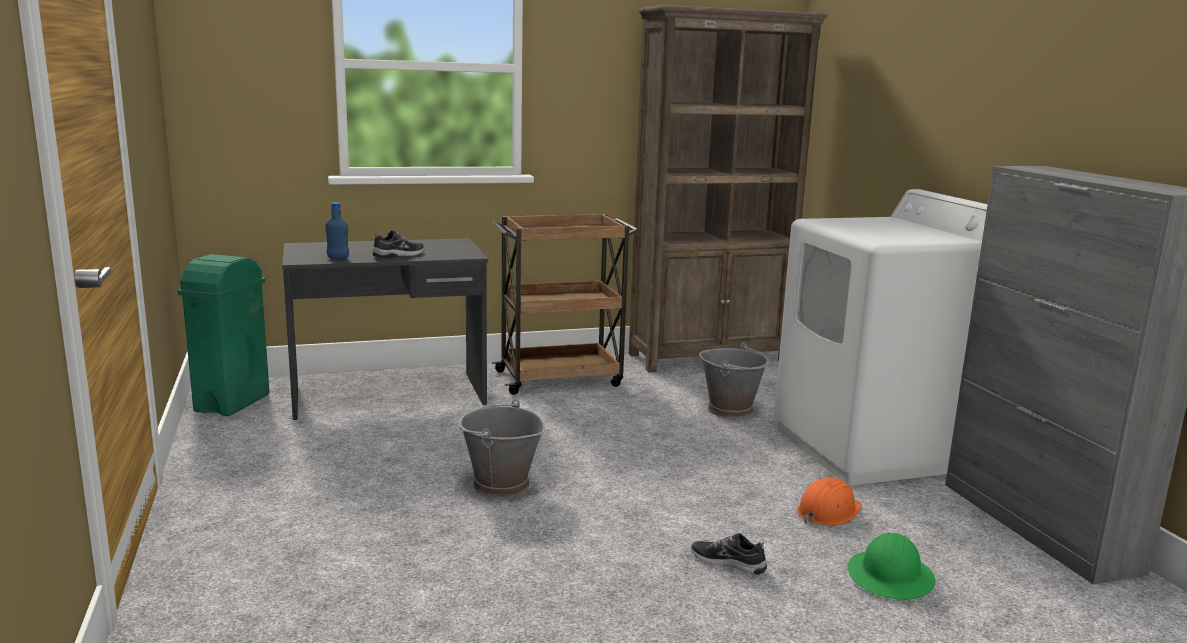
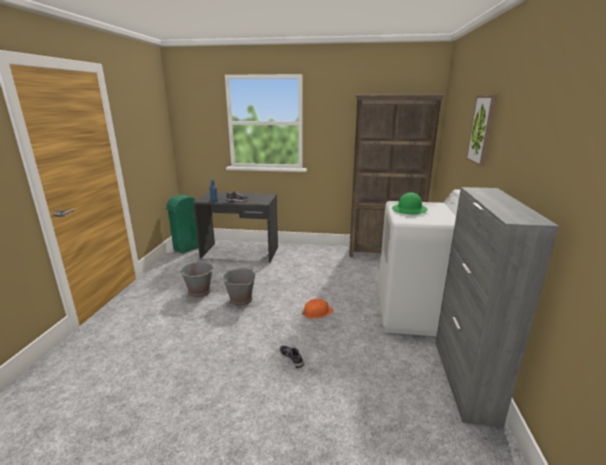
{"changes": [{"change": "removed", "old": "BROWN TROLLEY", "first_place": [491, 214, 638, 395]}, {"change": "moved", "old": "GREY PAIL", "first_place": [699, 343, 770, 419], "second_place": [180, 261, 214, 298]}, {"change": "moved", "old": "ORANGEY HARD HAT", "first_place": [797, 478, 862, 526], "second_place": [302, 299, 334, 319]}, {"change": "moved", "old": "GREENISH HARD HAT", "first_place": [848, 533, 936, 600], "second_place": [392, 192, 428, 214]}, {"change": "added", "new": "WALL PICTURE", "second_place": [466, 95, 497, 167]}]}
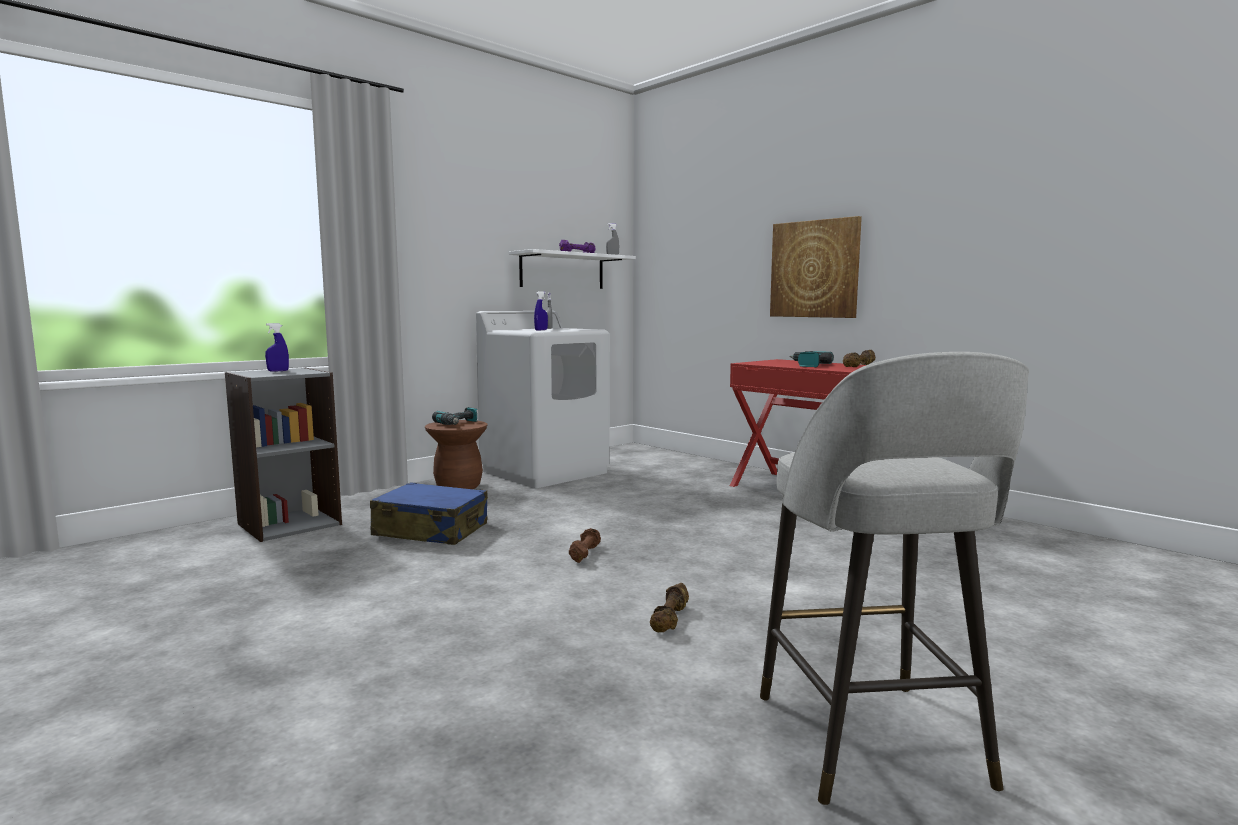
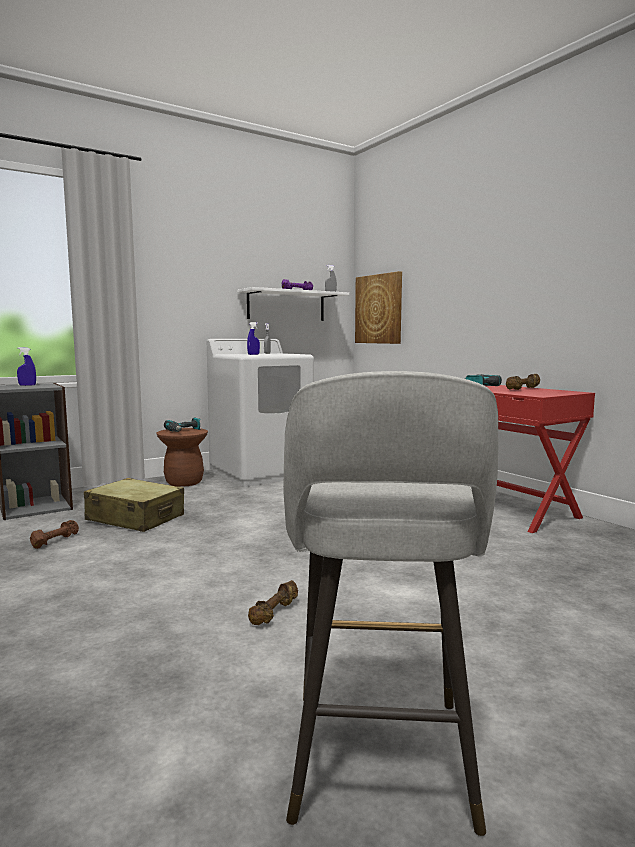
{"changes": [{"change": "recoloured", "old": "BLUISH PIECE OF LUGGAGE", "new": "BEIGE-COLOURED PIECE OF LUGGAGE", "first_place": [370, 482, 488, 545], "second_place": [84, 478, 184, 532]}, {"change": "moved", "old": "BROWN DUMBBELL", "first_place": [569, 528, 601, 563], "second_place": [30, 520, 79, 549]}, {"change": "moved", "old": "WALL PICTURE", "first_place": [770, 216, 862, 318], "second_place": [355, 271, 402, 344]}]}
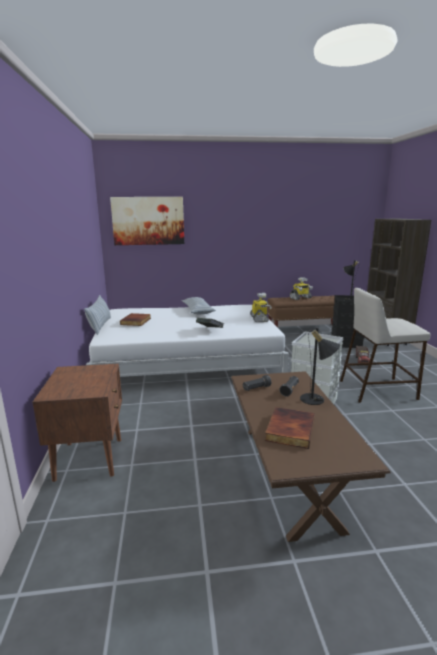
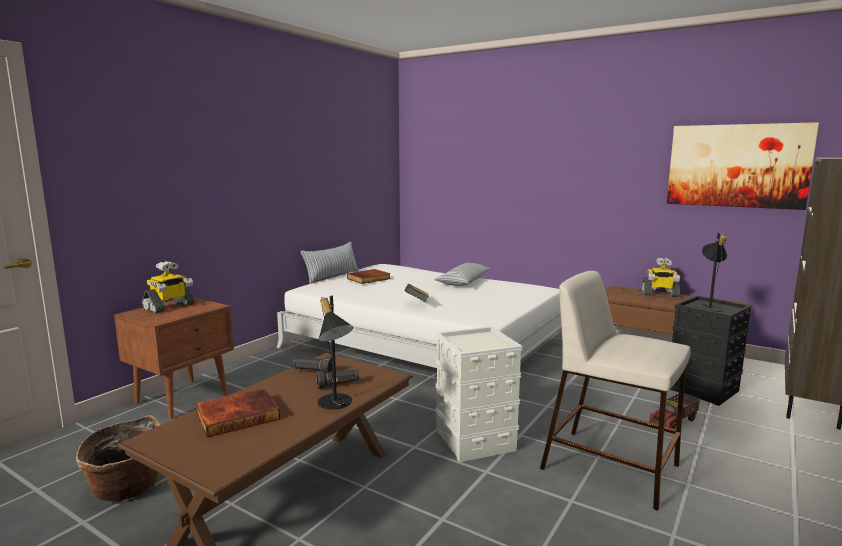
{"changes": [{"change": "moved", "old": "WALL PICTURE", "first_place": [110, 197, 184, 245], "second_place": [667, 122, 819, 210]}, {"change": "moved", "old": "ROBOT FIGURE", "first_place": [250, 293, 272, 322], "second_place": [142, 261, 195, 313]}, {"change": "added", "new": "HOUSEHOLD BASKET", "second_place": [76, 415, 160, 502]}]}
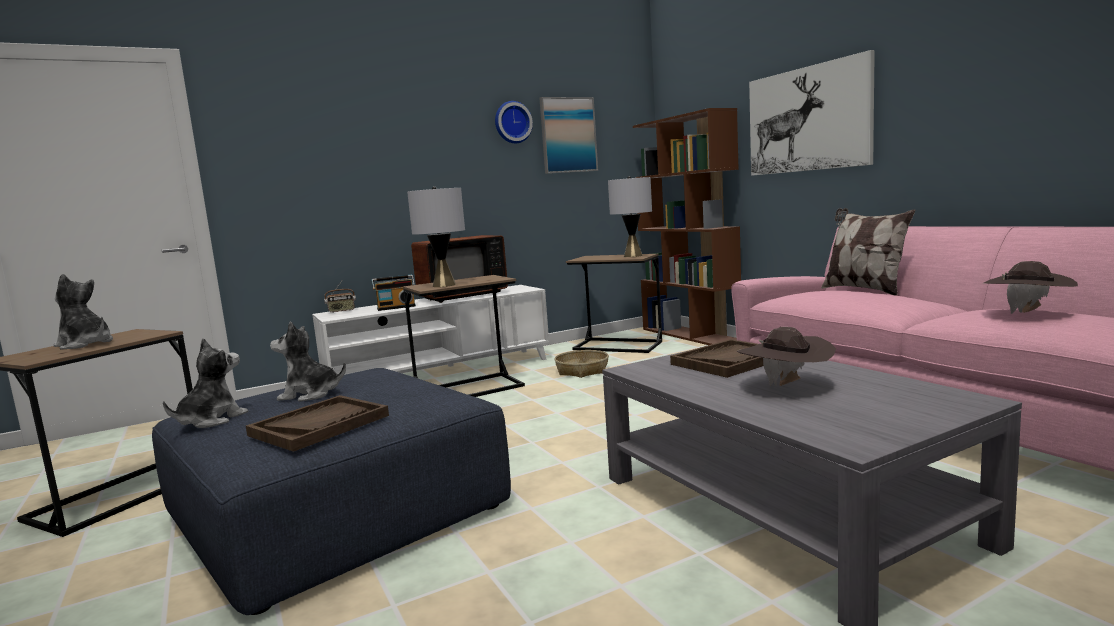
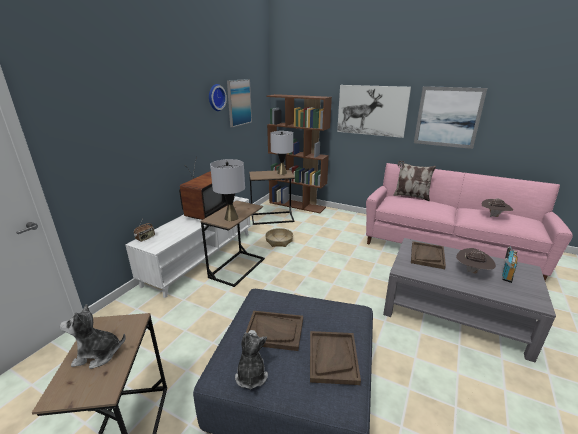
{"changes": [{"change": "replaced", "old": "PLUSH TOY", "new": "BROWN SERVING TRAY", "first_place": [270, 321, 346, 402], "second_place": [246, 311, 303, 351]}, {"change": "moved", "old": "RADIO", "first_place": [372, 275, 416, 311], "second_place": [502, 247, 518, 283]}, {"change": "added", "new": "WALL PICTURE", "second_place": [414, 86, 487, 149]}]}
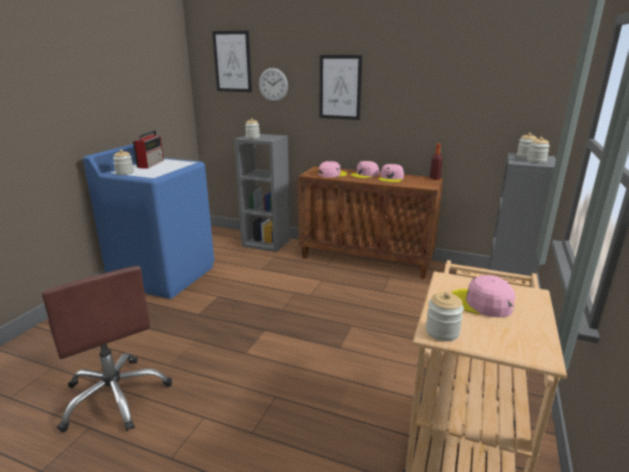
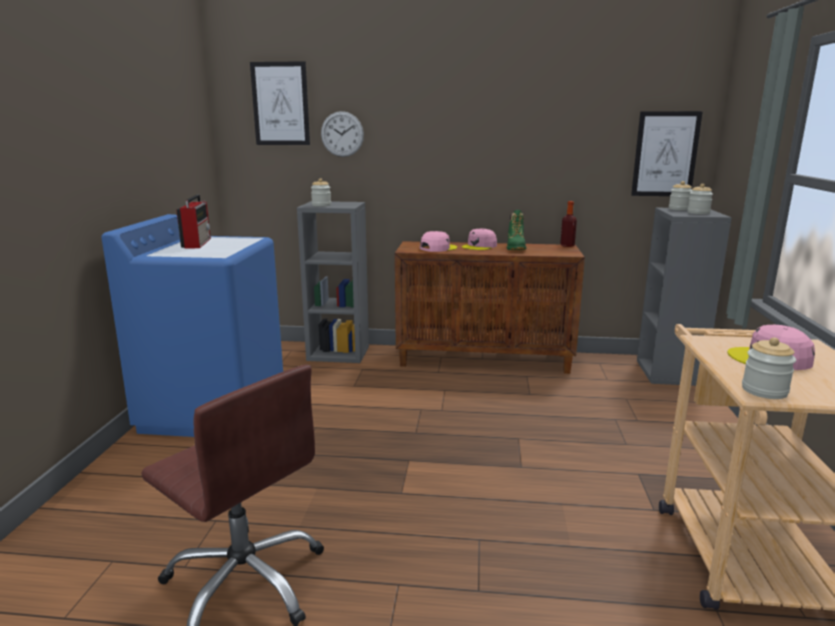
{"changes": [{"change": "removed", "old": "STORAGE JAR", "first_place": [113, 150, 134, 175]}, {"change": "moved", "old": "WALL PICTURE", "first_place": [320, 55, 362, 120], "second_place": [631, 111, 703, 196]}, {"change": "replaced", "old": "PINK BASEBALL CAP", "new": "GREENISH HIGH-TOP BOOT", "first_place": [379, 164, 404, 182], "second_place": [507, 210, 526, 250]}]}
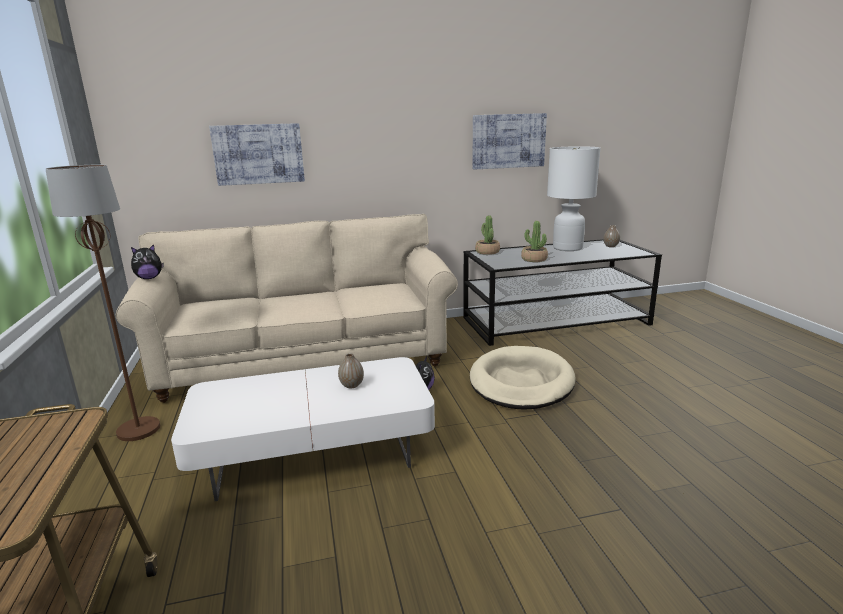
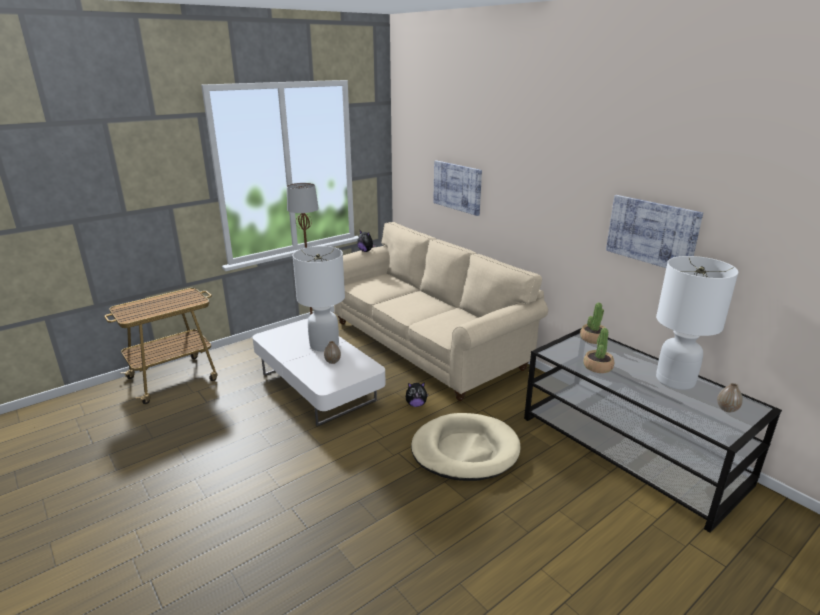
{"changes": [{"change": "added", "new": "WHITISH TABLE LAMP", "second_place": [293, 246, 345, 351]}]}
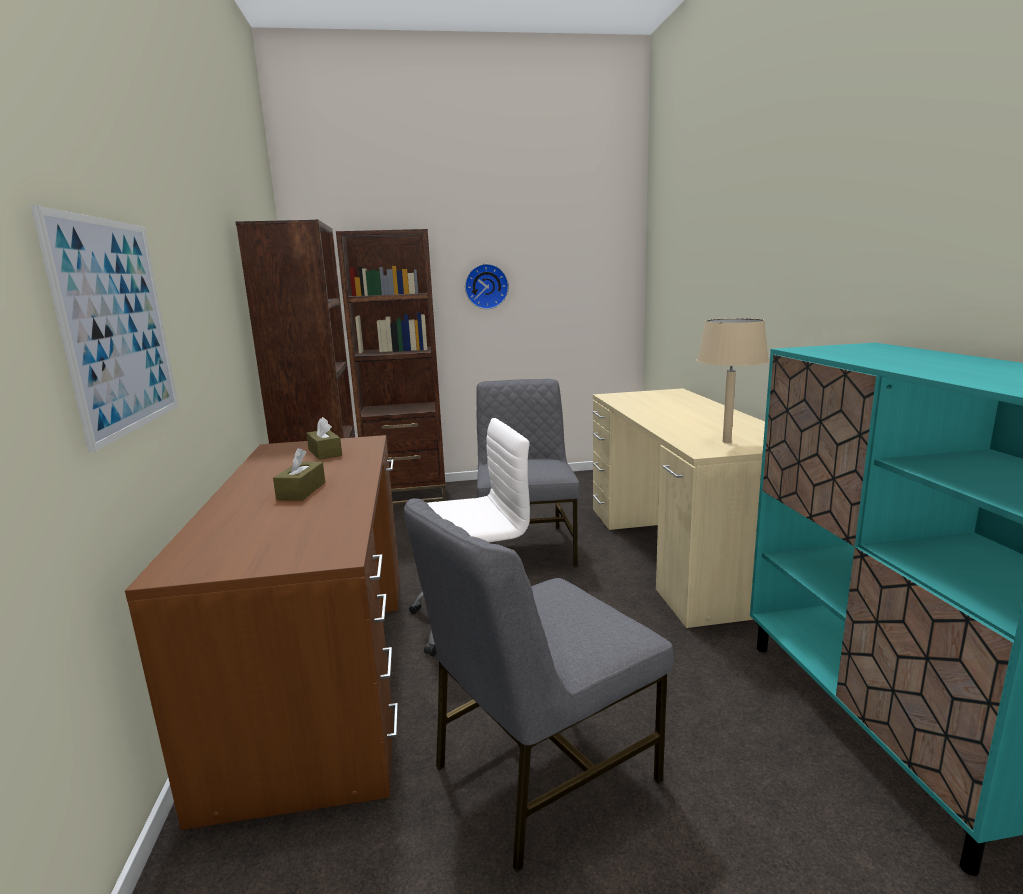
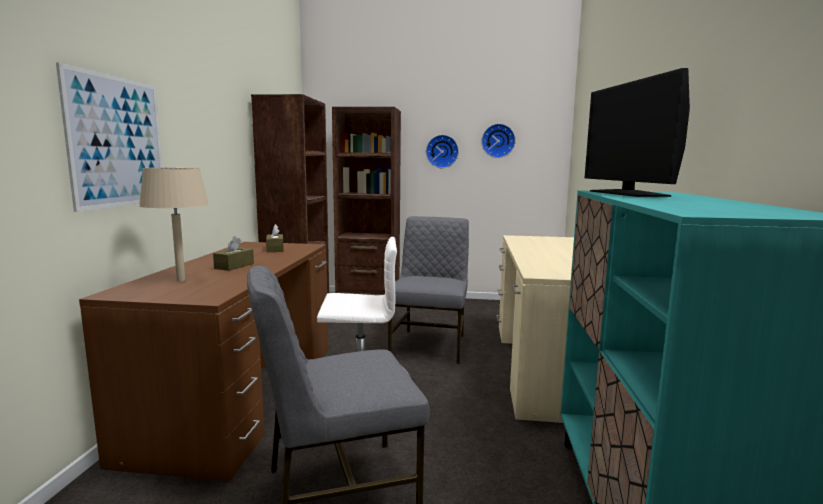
{"changes": [{"change": "moved", "old": "BEIGE-COLOURED TABLE LAMP", "first_place": [696, 318, 769, 443], "second_place": [139, 168, 209, 281]}, {"change": "added", "new": "HANGING CLOCK", "second_place": [481, 124, 516, 158]}, {"change": "added", "new": "COMPUTER SCREEN", "second_place": [585, 68, 690, 197]}]}
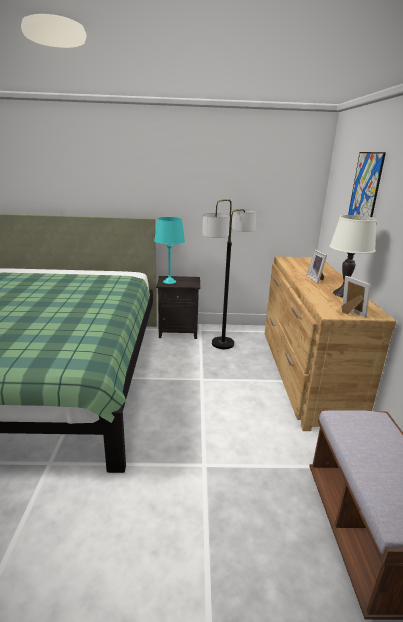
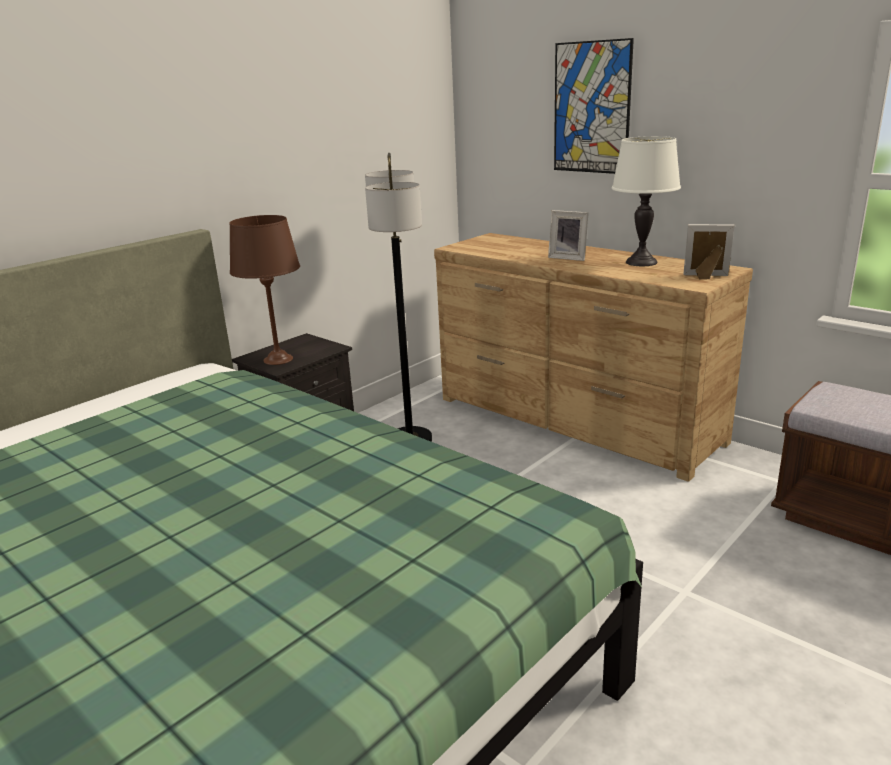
{"changes": [{"change": "recoloured", "old": "TURQUOISE-COLOURED TABLE LAMP", "new": "BROWN TABLE LAMP", "first_place": [154, 217, 185, 284], "second_place": [229, 215, 300, 365]}]}
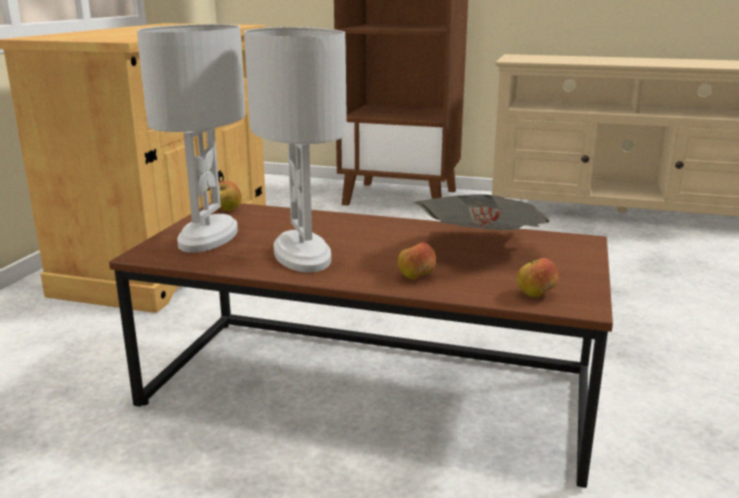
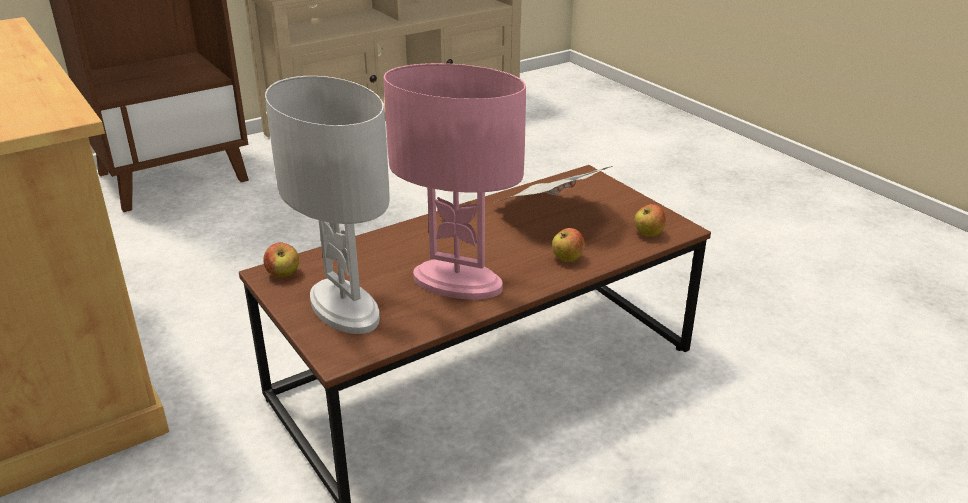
{"changes": [{"change": "recoloured", "old": "WHITISH TABLE LAMP", "new": "PINK TABLE LAMP", "first_place": [244, 27, 346, 272], "second_place": [384, 63, 526, 300]}]}
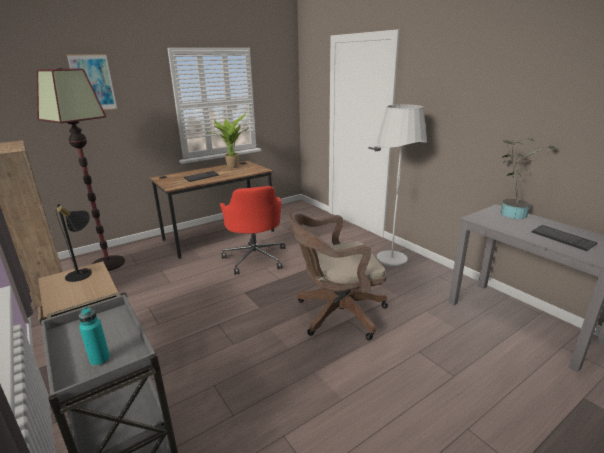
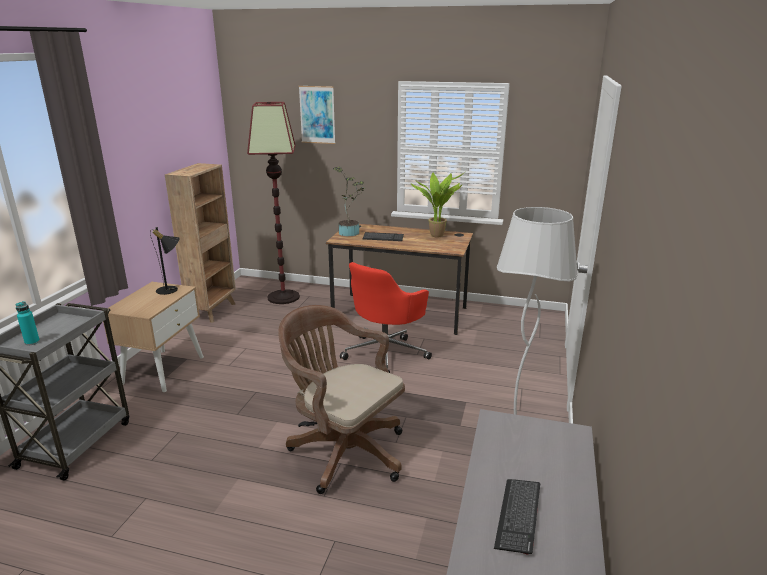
{"changes": [{"change": "moved", "old": "HOUSEPLANT", "first_place": [500, 138, 557, 219], "second_place": [333, 167, 364, 236]}]}
